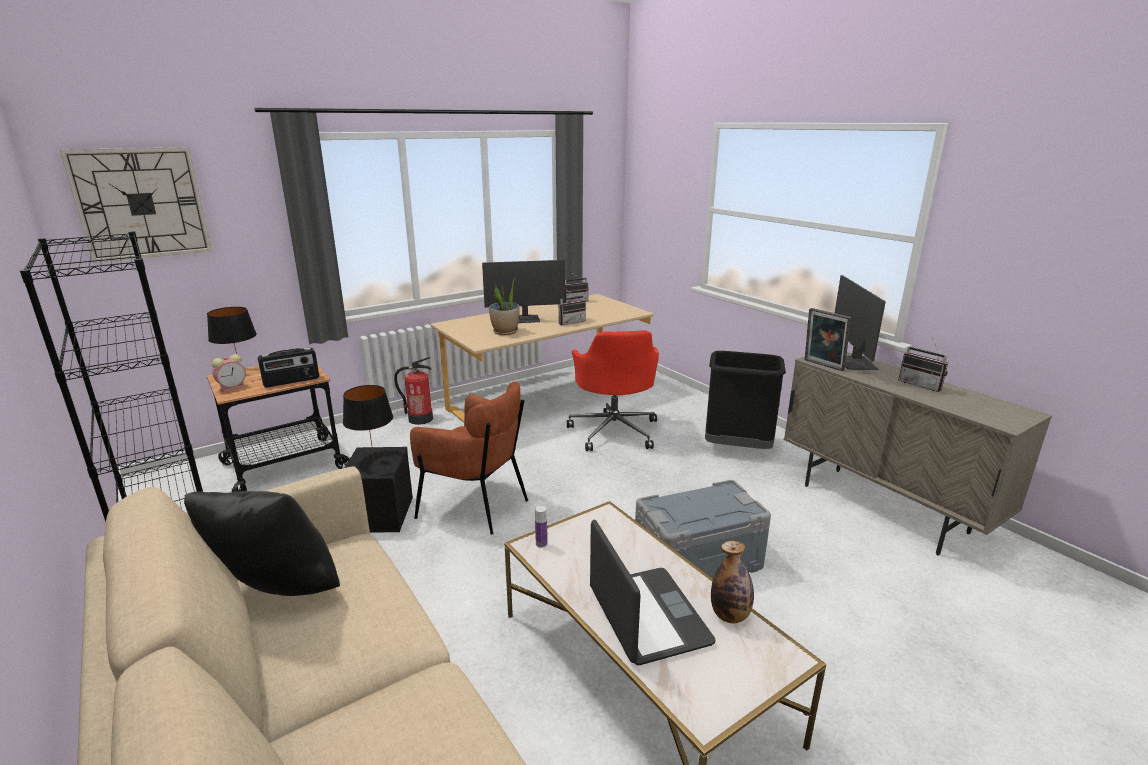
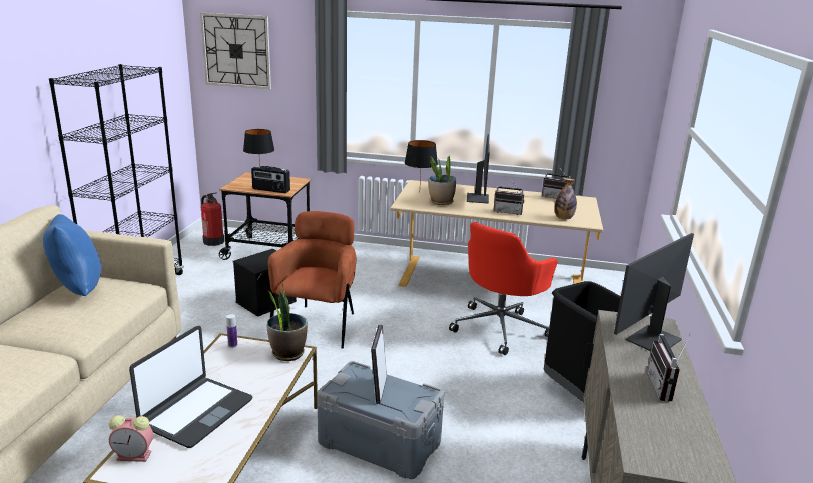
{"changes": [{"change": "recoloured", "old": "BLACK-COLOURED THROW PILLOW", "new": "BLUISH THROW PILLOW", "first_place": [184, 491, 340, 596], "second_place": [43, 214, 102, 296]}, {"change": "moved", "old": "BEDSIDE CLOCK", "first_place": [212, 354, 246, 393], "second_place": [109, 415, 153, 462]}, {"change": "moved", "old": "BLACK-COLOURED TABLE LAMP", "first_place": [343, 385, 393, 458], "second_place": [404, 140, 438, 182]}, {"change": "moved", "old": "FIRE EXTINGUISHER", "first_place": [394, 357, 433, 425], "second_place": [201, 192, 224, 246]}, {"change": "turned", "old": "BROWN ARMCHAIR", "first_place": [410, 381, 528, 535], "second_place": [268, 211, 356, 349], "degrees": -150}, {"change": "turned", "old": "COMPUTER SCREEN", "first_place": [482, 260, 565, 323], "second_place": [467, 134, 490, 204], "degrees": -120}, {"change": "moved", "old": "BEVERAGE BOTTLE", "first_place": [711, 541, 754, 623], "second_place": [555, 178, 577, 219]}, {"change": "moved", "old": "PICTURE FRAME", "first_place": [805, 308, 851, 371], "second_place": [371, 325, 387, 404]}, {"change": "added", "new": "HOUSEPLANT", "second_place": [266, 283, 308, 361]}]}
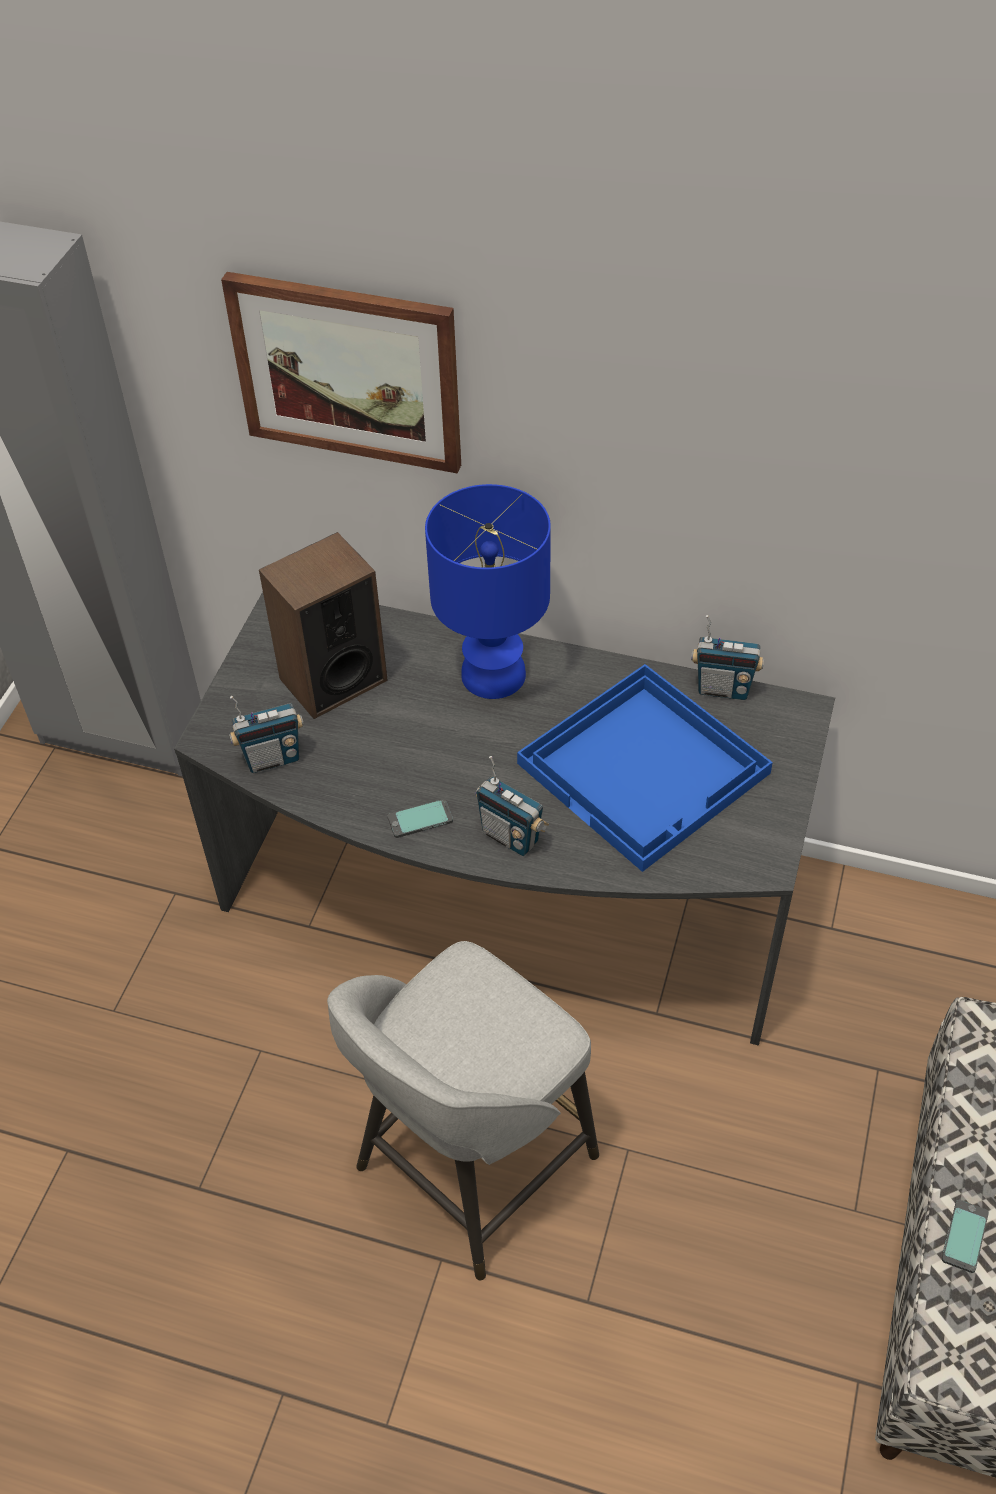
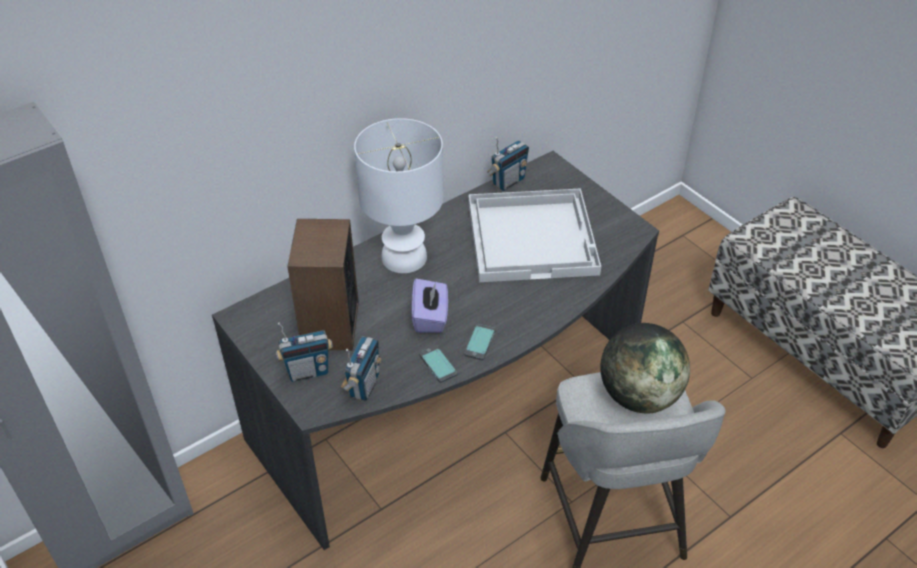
{"changes": [{"change": "removed", "old": "WALL PICTURE", "first_place": [221, 272, 461, 473]}, {"change": "recoloured", "old": "BLUISH TABLE LAMP", "new": "WHITISH TABLE LAMP", "first_place": [425, 484, 551, 699], "second_place": [354, 118, 444, 273]}, {"change": "moved", "old": "RADIO", "first_place": [475, 756, 549, 856], "second_place": [276, 322, 333, 382]}, {"change": "recoloured", "old": "BLUISH SERVING TRAY", "new": "WHITISH SERVING TRAY", "first_place": [517, 664, 773, 872], "second_place": [468, 188, 601, 282]}, {"change": "moved", "old": "HANDSET", "first_place": [942, 1200, 989, 1273], "second_place": [419, 345, 458, 383]}, {"change": "added", "new": "PURPLE BOX OF TISSUES", "second_place": [411, 279, 448, 333]}, {"change": "added", "new": "GLOBE", "second_place": [600, 323, 690, 413]}]}
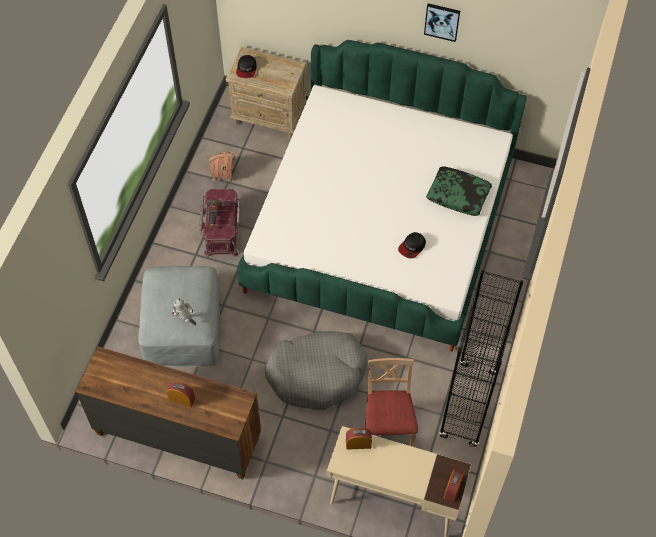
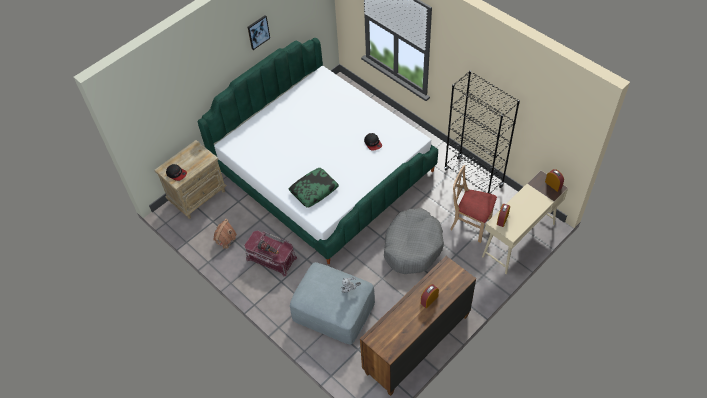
{"changes": [{"change": "moved", "old": "THROW PILLOW", "first_place": [426, 166, 492, 216], "second_place": [289, 168, 339, 208]}]}
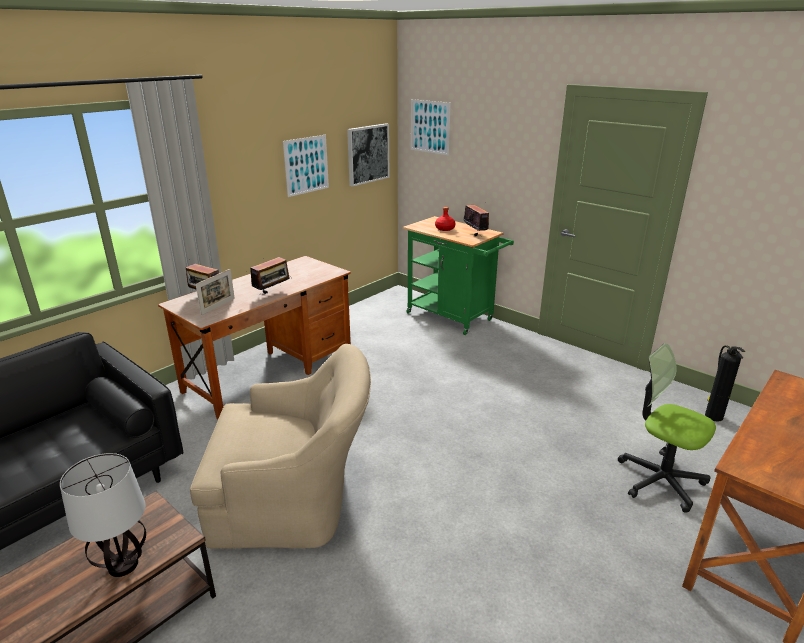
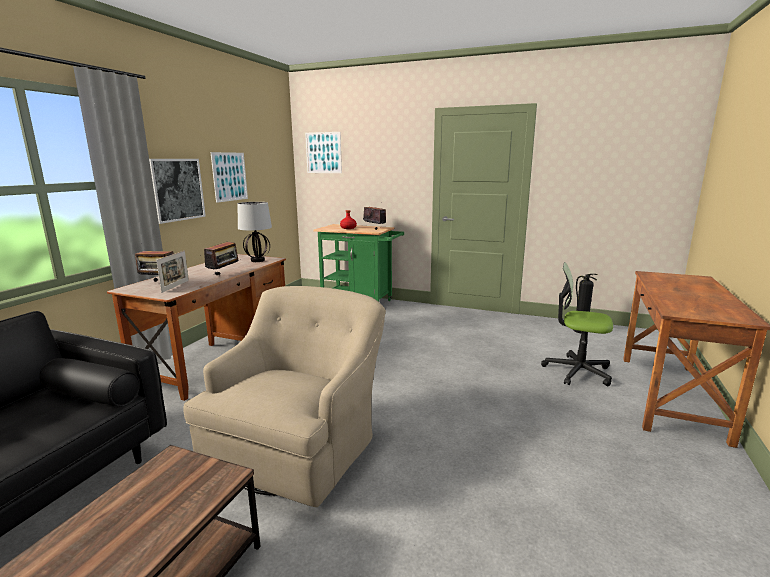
{"changes": [{"change": "moved", "old": "TABLE LAMP", "first_place": [60, 453, 146, 577], "second_place": [238, 202, 272, 262]}, {"change": "turned", "old": "BEIGE-COLOURED ARMCHAIR", "first_place": [190, 344, 371, 549], "second_place": [183, 286, 386, 507], "degrees": -45}, {"change": "moved", "old": "WALL PICTURE", "first_place": [347, 123, 390, 187], "second_place": [149, 159, 206, 224]}]}
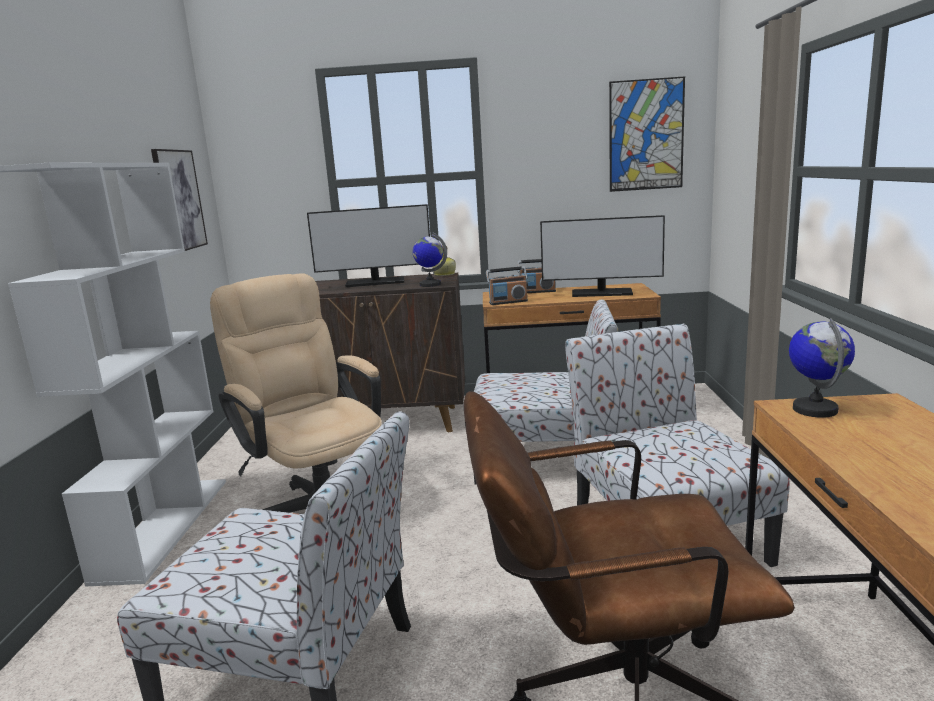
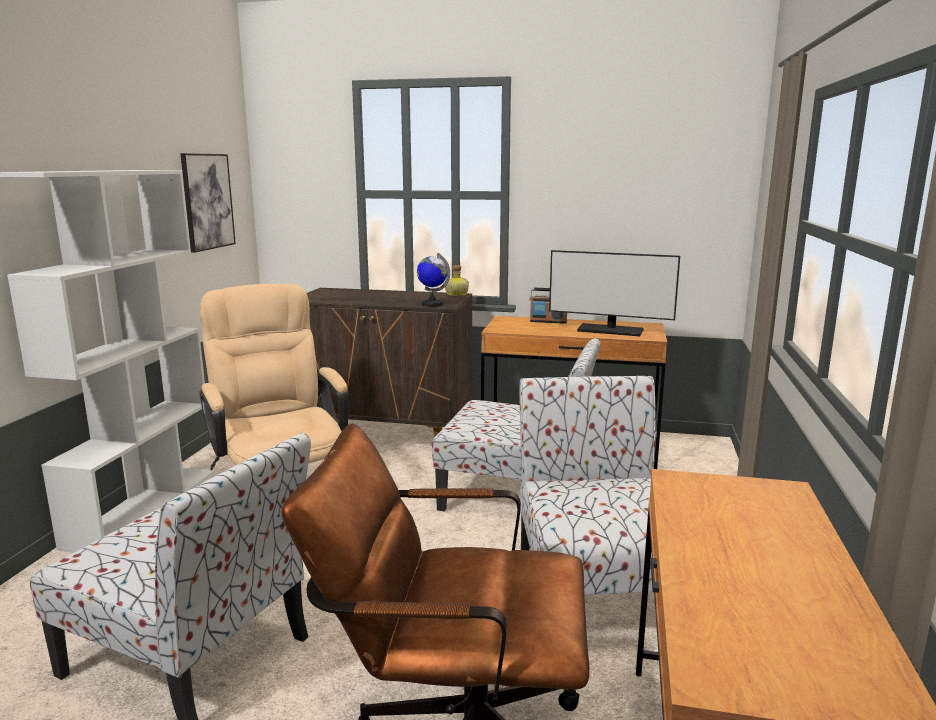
{"changes": [{"change": "removed", "old": "COMPUTER SCREEN", "first_place": [307, 204, 430, 287]}, {"change": "removed", "old": "RADIO", "first_place": [486, 266, 528, 305]}, {"change": "removed", "old": "WALL PICTURE", "first_place": [609, 76, 685, 192]}, {"change": "removed", "old": "GLOBE", "first_place": [789, 318, 855, 418]}]}
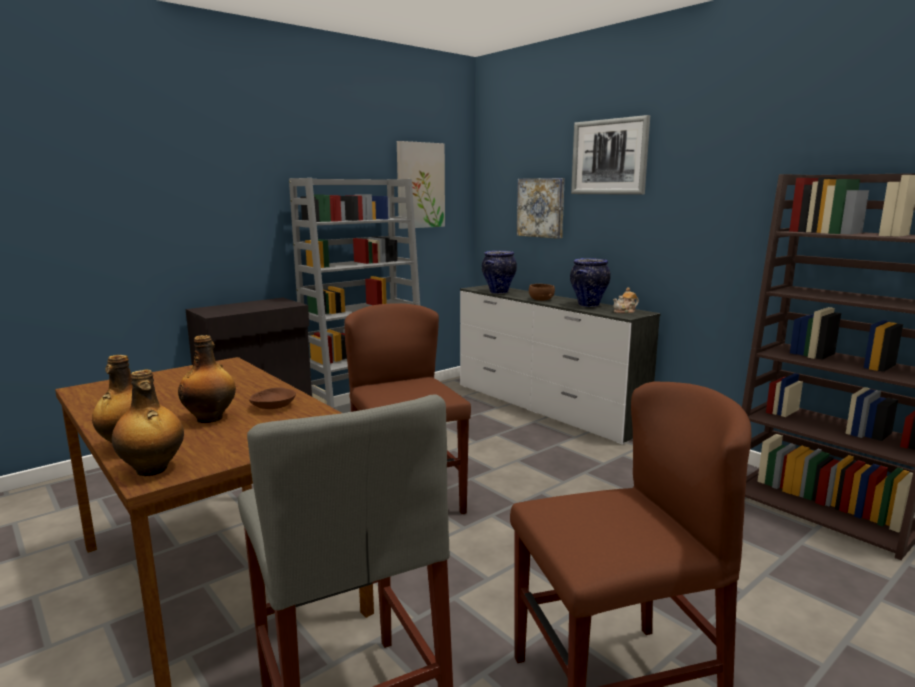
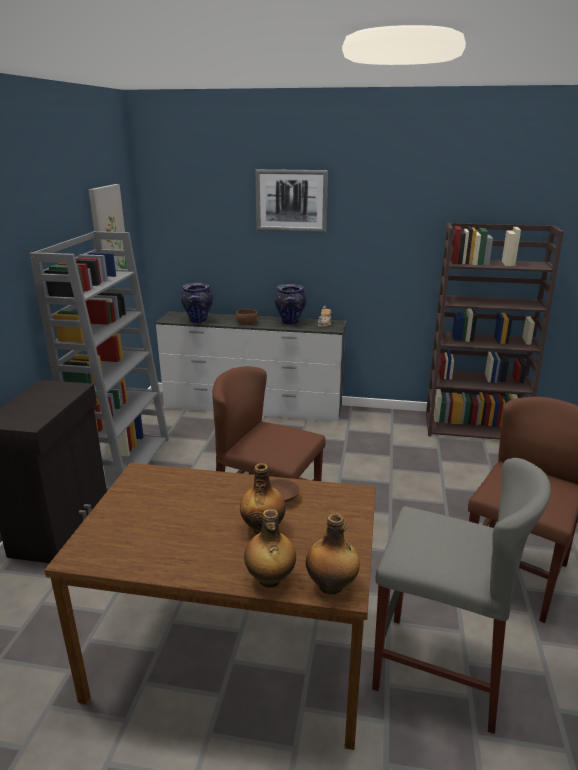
{"changes": [{"change": "removed", "old": "WALL PICTURE", "first_place": [517, 178, 565, 239]}]}
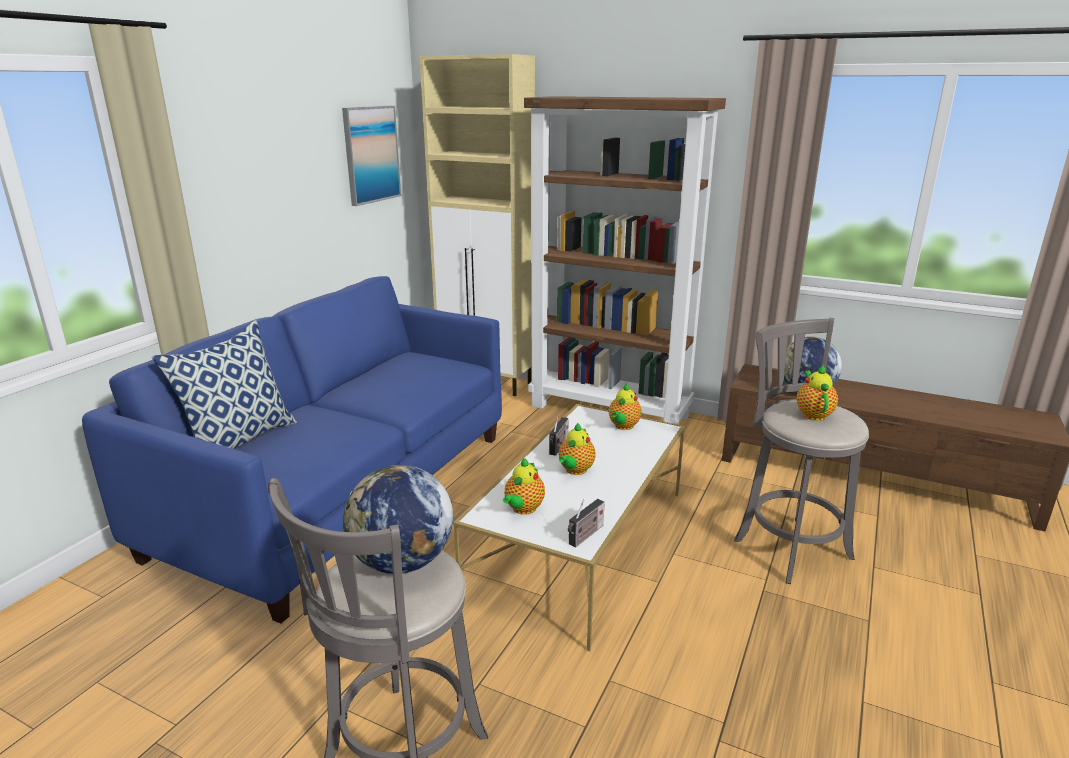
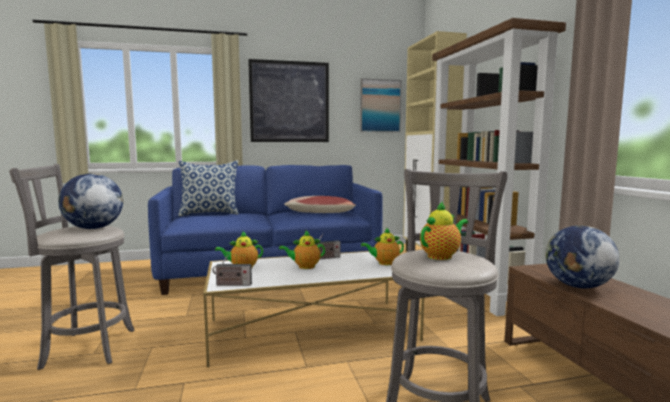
{"changes": [{"change": "added", "new": "WALL PICTURE", "second_place": [248, 59, 329, 142]}, {"change": "added", "new": "THROW PILLOW", "second_place": [284, 196, 356, 213]}]}
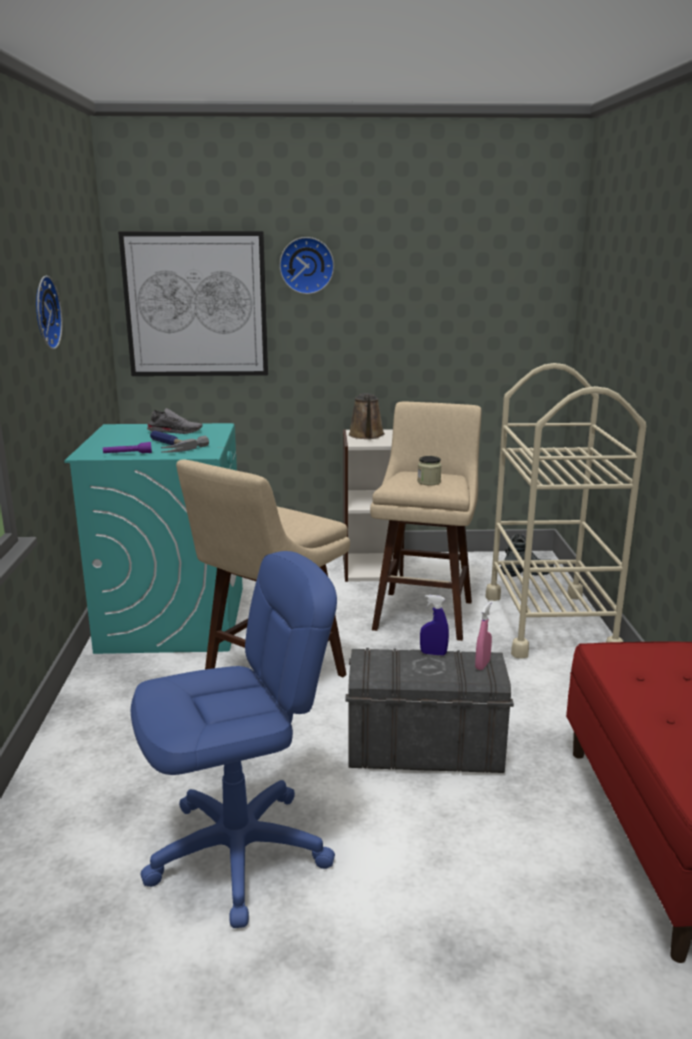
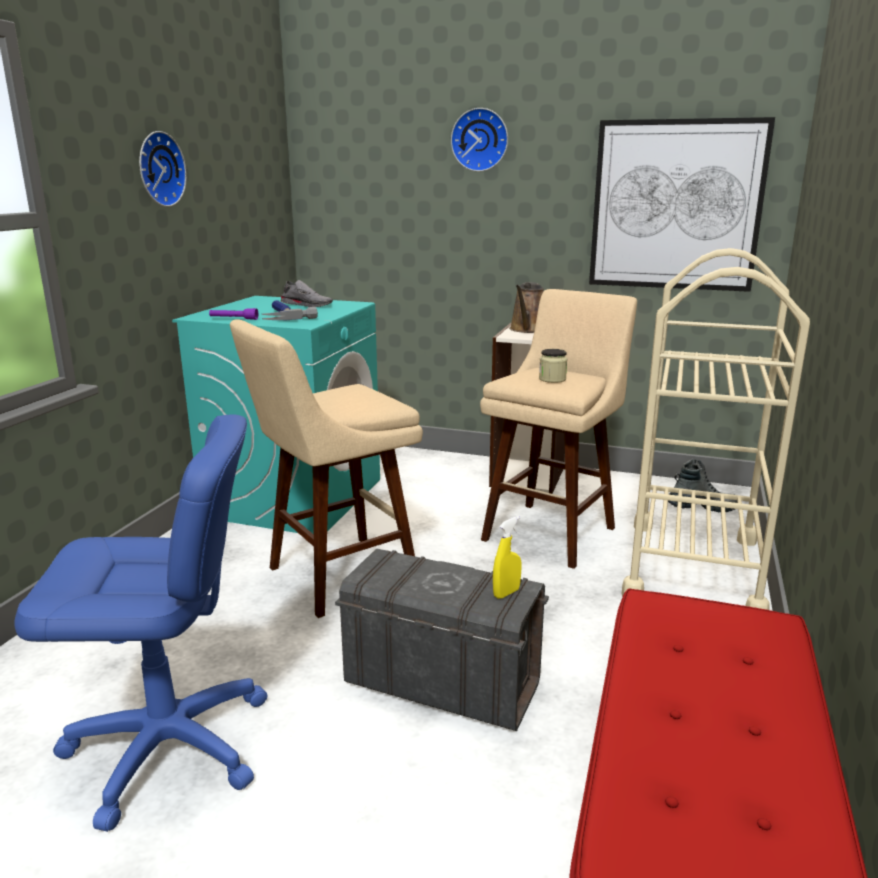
{"changes": [{"change": "moved", "old": "WALL PICTURE", "first_place": [118, 231, 268, 376], "second_place": [589, 117, 775, 292]}, {"change": "removed", "old": "BLUISH HAND SPRAYER", "first_place": [420, 595, 449, 656]}, {"change": "recoloured", "old": "PINK HAND SPRAYER", "new": "YELLOWISH HAND SPRAYER", "first_place": [475, 602, 492, 670], "second_place": [493, 516, 521, 599]}]}
